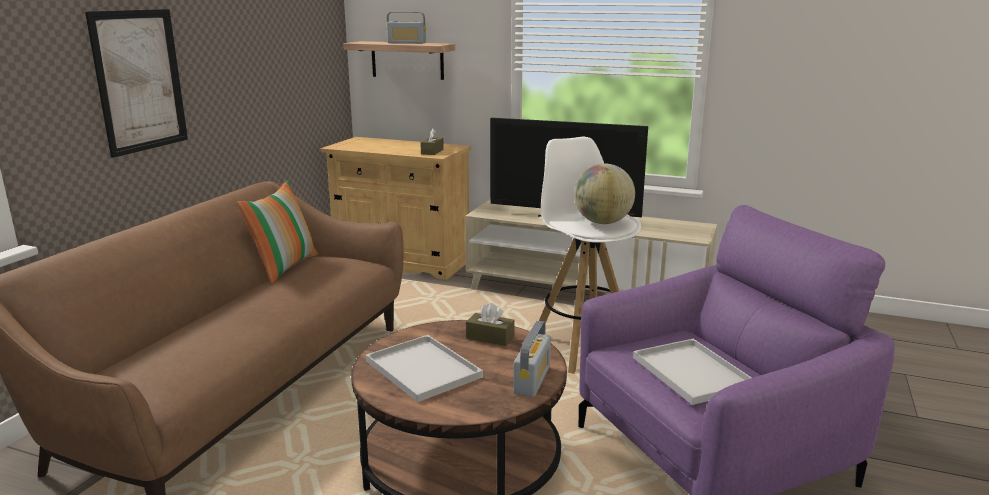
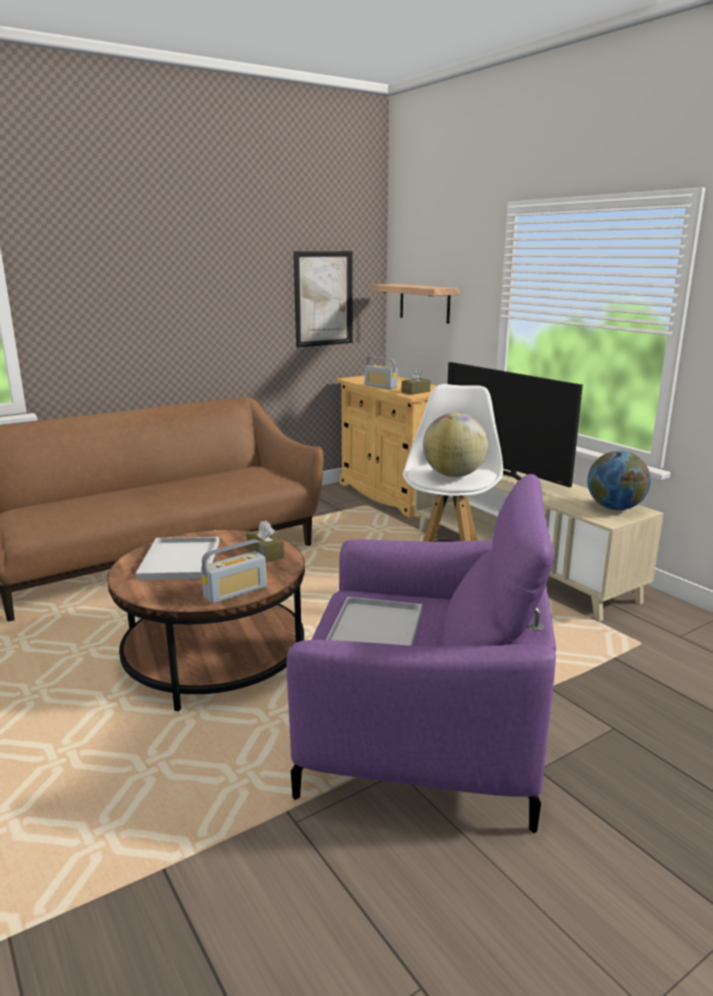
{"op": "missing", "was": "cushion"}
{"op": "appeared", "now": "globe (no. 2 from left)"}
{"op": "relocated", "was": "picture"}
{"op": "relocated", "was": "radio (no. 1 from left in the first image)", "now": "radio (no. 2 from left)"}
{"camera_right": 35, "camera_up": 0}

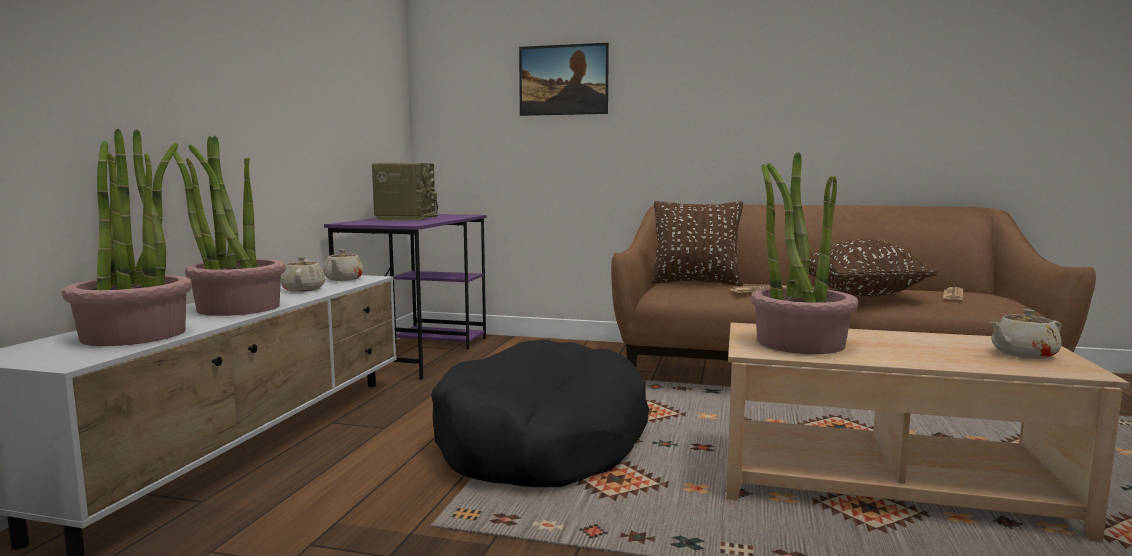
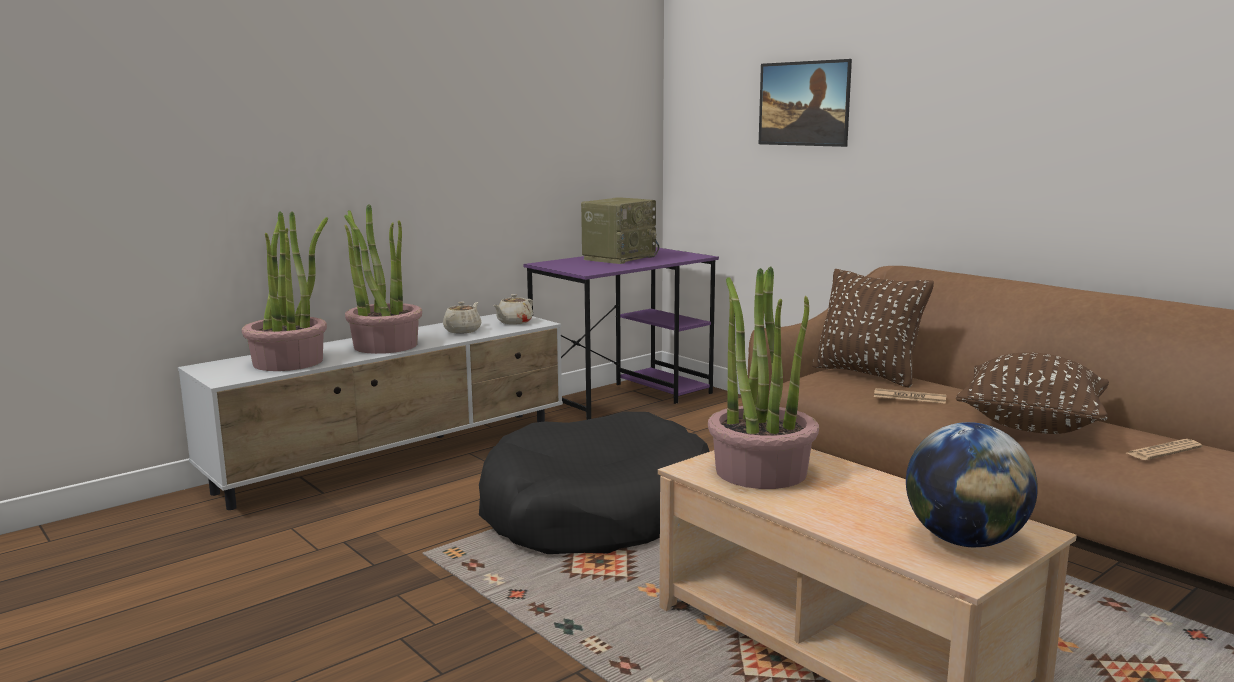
{"op": "exchanged", "was": "teapot/sand-coloured (no. 3 from left)", "now": "globe"}
{"camera_right": 35, "camera_up": 5}

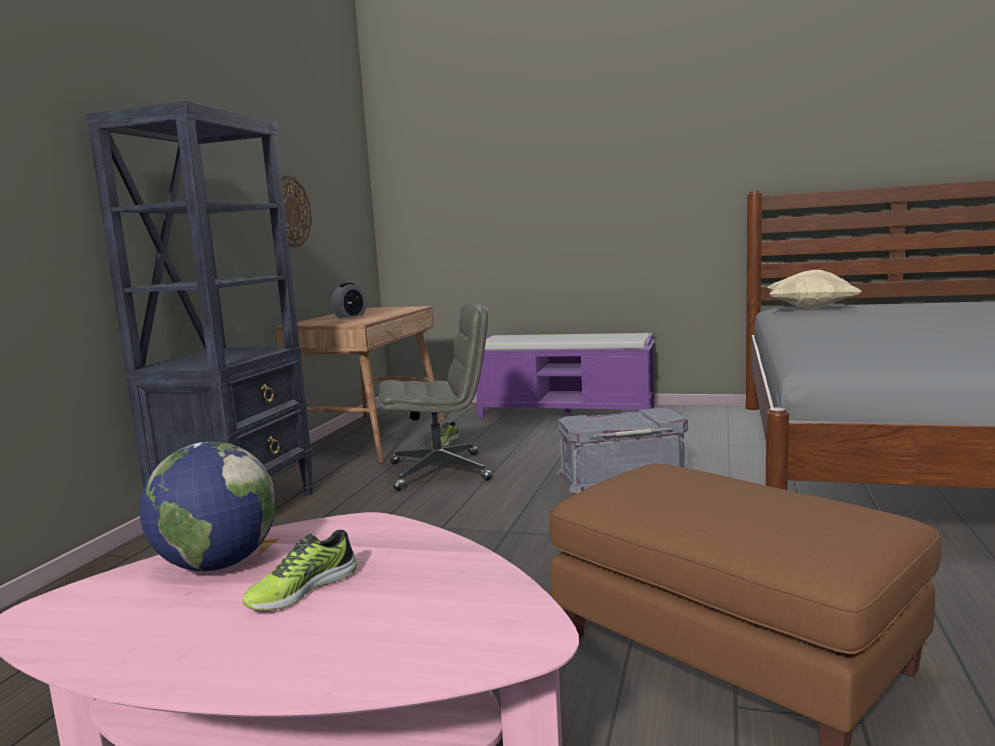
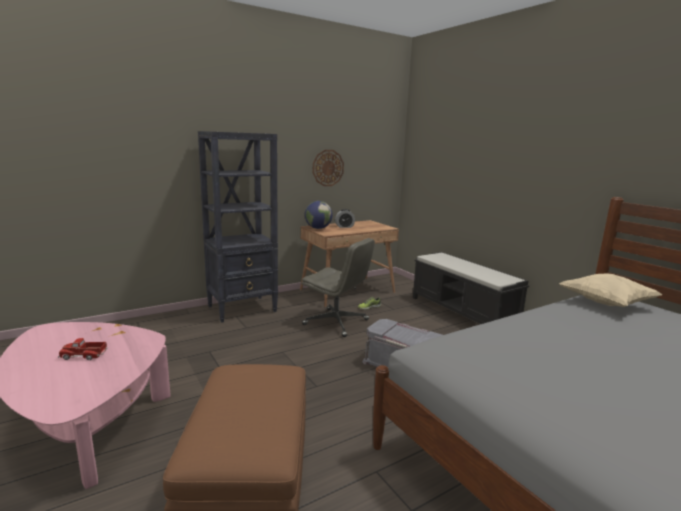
{"op": "relocated", "was": "globe"}
{"op": "exchanged", "was": "item of footwear (no. 1 from left)", "now": "model truck"}
{"op": "colour", "was": "bench/purple-coloured", "now": "bench/black"}
{"camera_right": 40, "camera_up": 5}

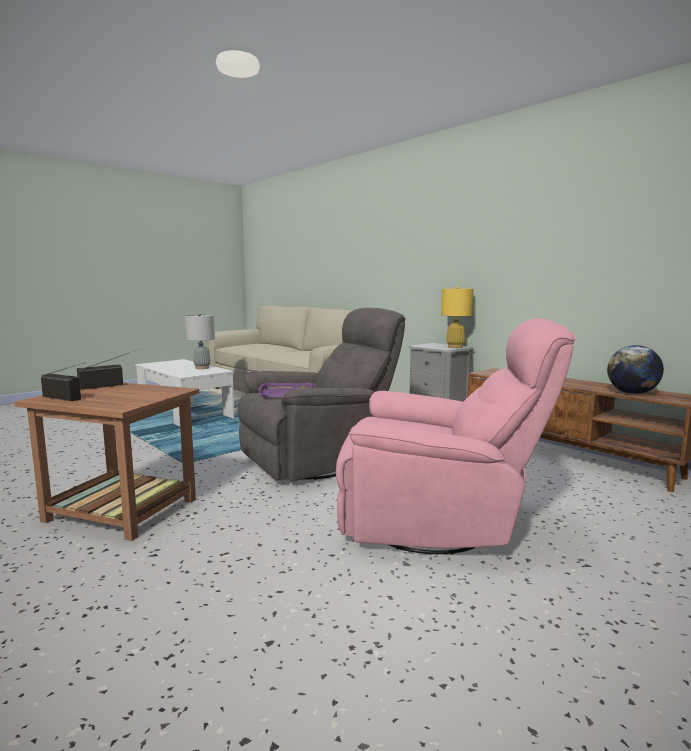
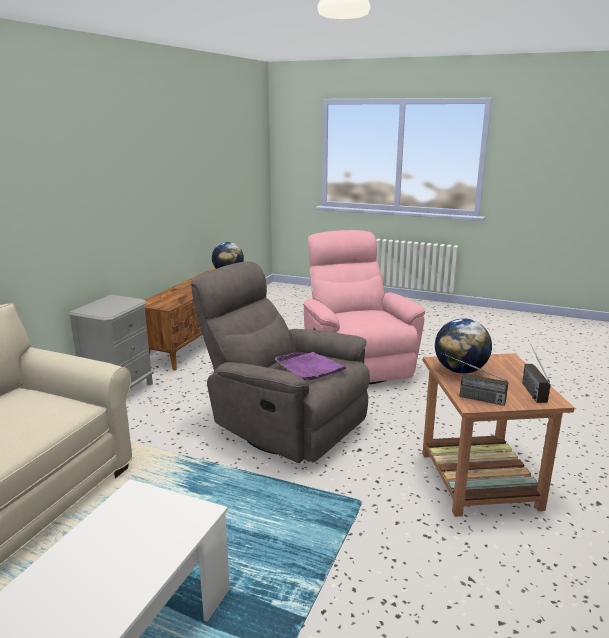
{"op": "missing", "was": "tabletop lamp/grey"}
{"op": "missing", "was": "tabletop lamp/yellow-coloured"}
{"op": "appeared", "now": "globe (no. 2 from left)"}
{"camera_right": -115, "camera_up": 10}

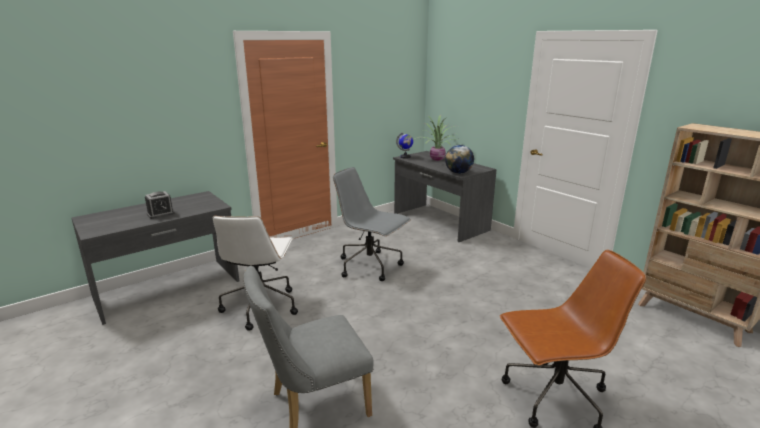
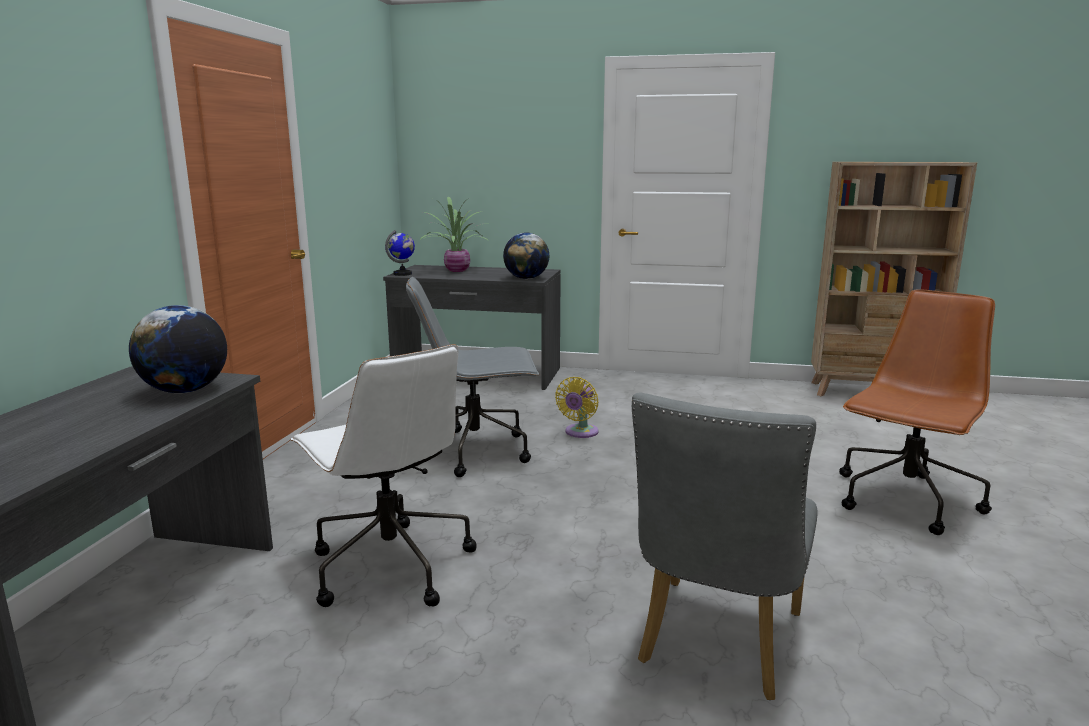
{"op": "missing", "was": "table clock"}
{"op": "appeared", "now": "globe (no. 1 from left)"}
{"op": "appeared", "now": "cooling fan/yellow-coloured"}
{"camera_right": -40, "camera_up": -5}

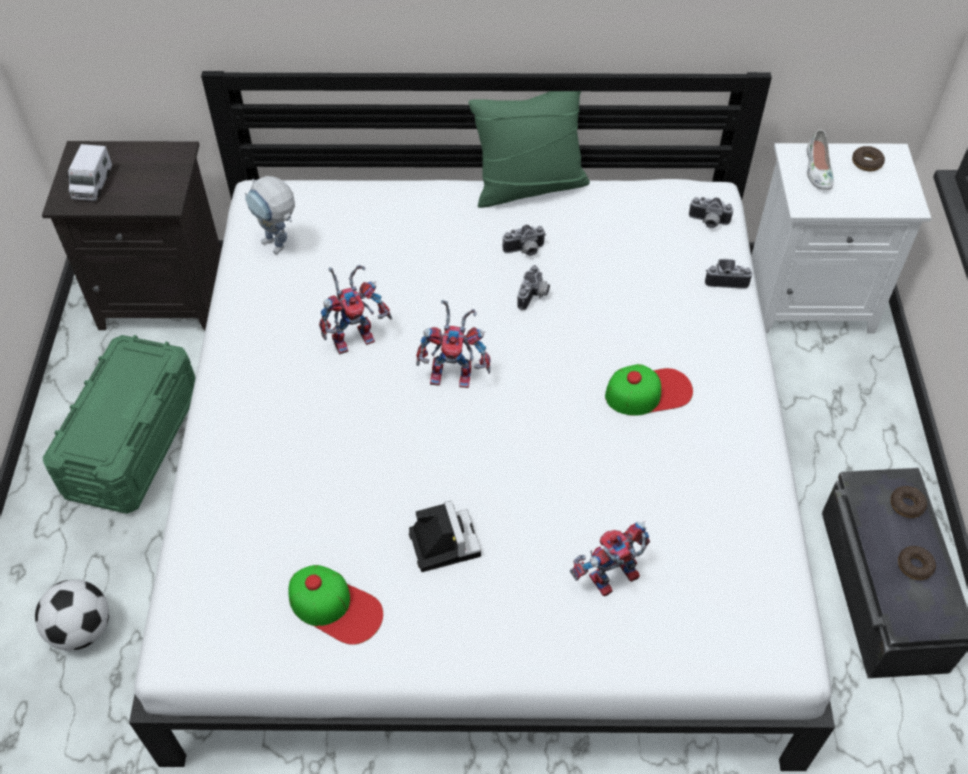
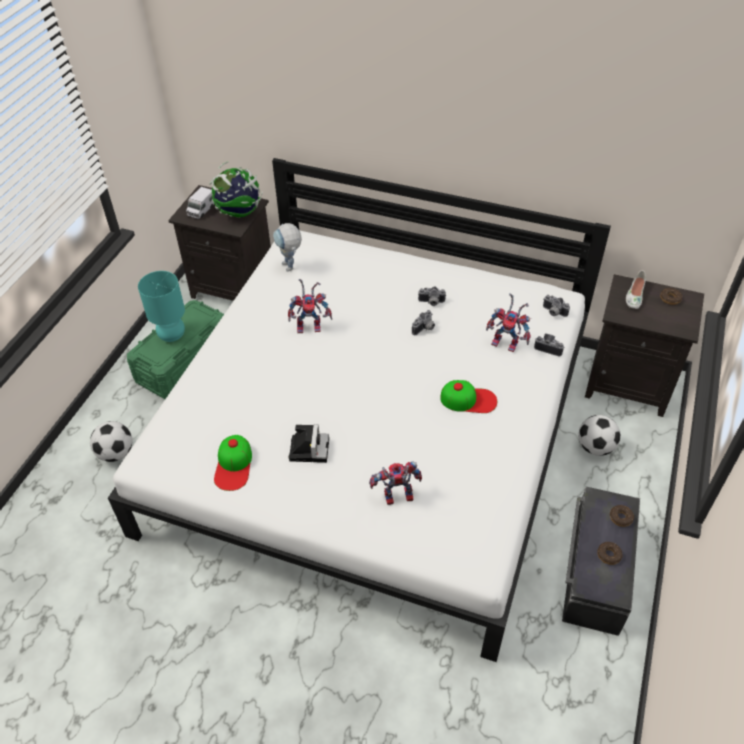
{"op": "missing", "was": "cushion/greenish"}
{"op": "appeared", "now": "tabletop lamp/blue-green"}
{"op": "appeared", "now": "globe"}
{"op": "appeared", "now": "football (no. 2 from left)"}
{"op": "relocated", "was": "model robot (no. 3 from left in the first image)", "now": "model robot (no. 4 from left)"}
{"op": "colour", "was": "night table/white-coloured", "now": "night table/black (no. 2 from left)"}
{"op": "spun", "was": "cap (no. 1 from left)", "clockwise": 45}
{"camera_right": 20, "camera_up": -5}

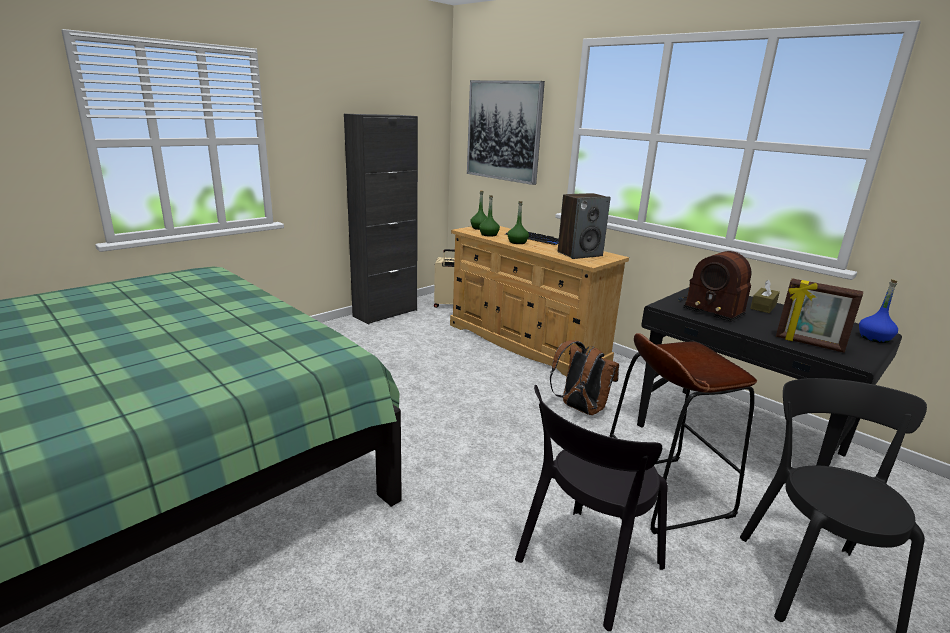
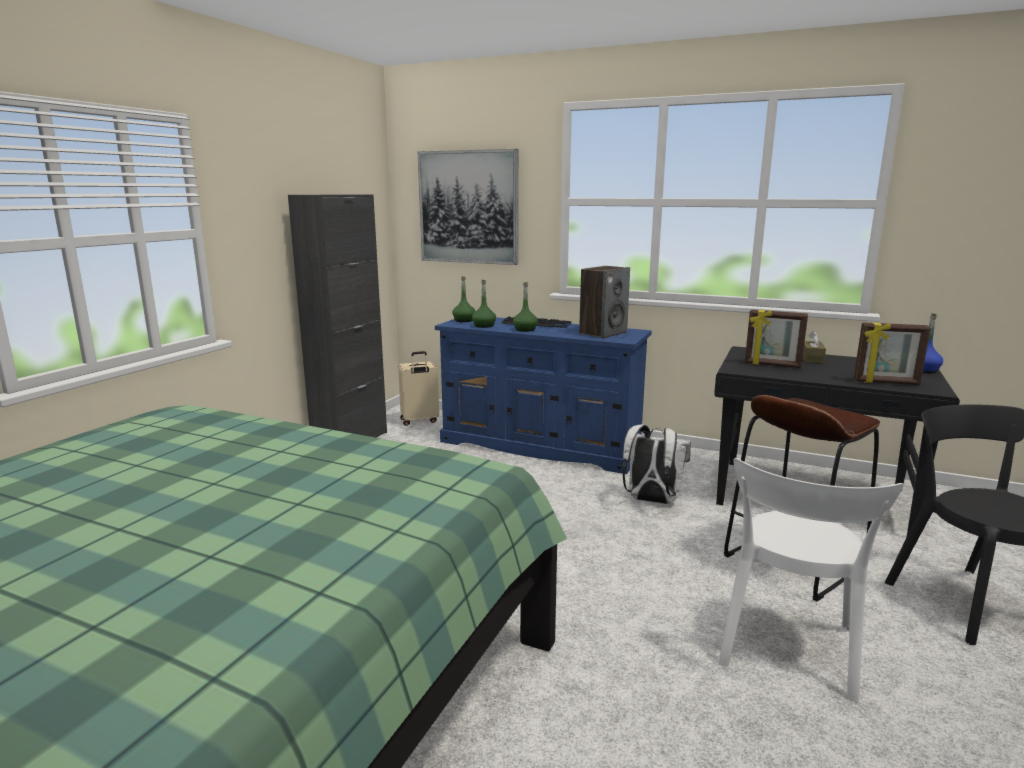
{"op": "exchanged", "was": "radio", "now": "standing frame (no. 1 from left)"}
{"op": "colour", "was": "drawer chest/sand-coloured", "now": "drawer chest/blue-coloured"}
{"op": "colour", "was": "upright chair/black (no. 1 from left)", "now": "upright chair/white-coloured"}
{"op": "colour", "was": "knapsack/brown-coloured", "now": "knapsack/white-coloured"}
{"camera_right": -20, "camera_up": -5}

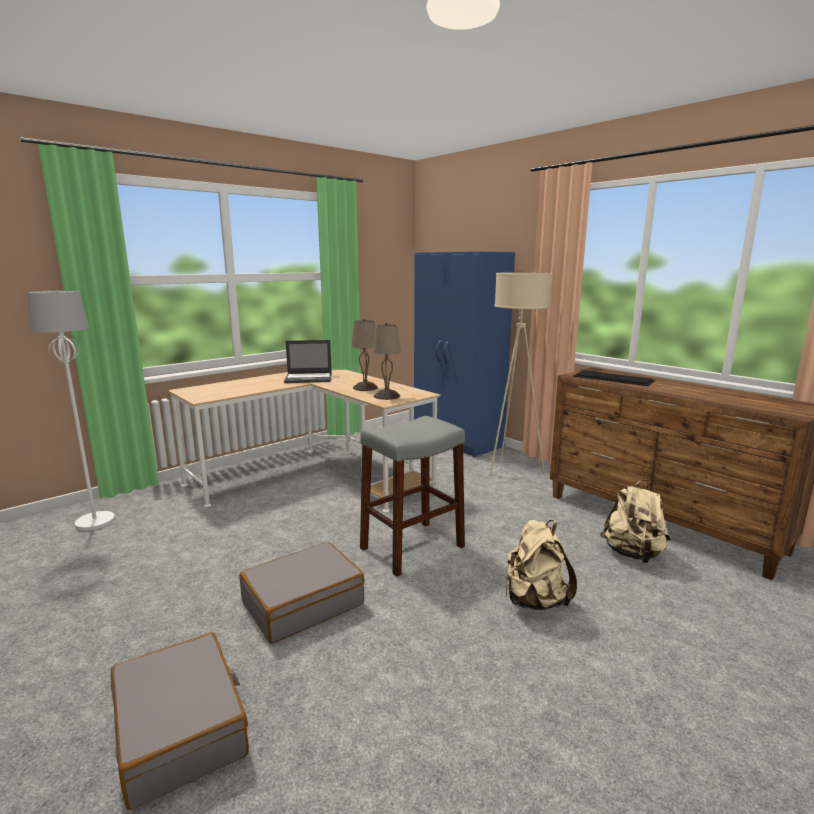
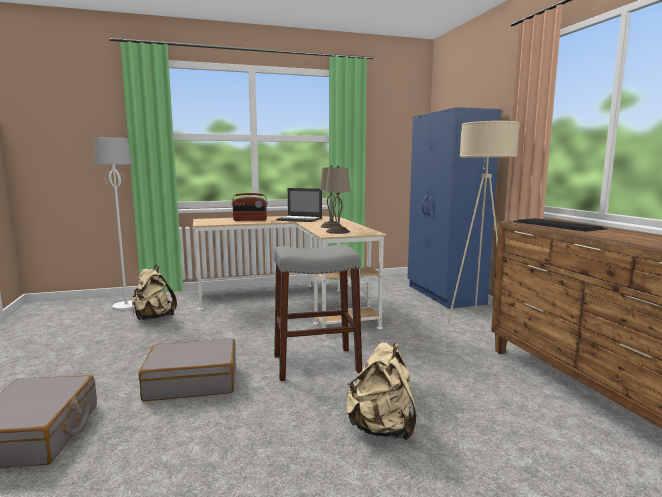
{"op": "appeared", "now": "radio"}
{"op": "relocated", "was": "knapsack/sand-coloured (no. 2 from left in the first image)", "now": "knapsack/sand-coloured (no. 1 from left)"}
{"camera_right": 25, "camera_up": -5}

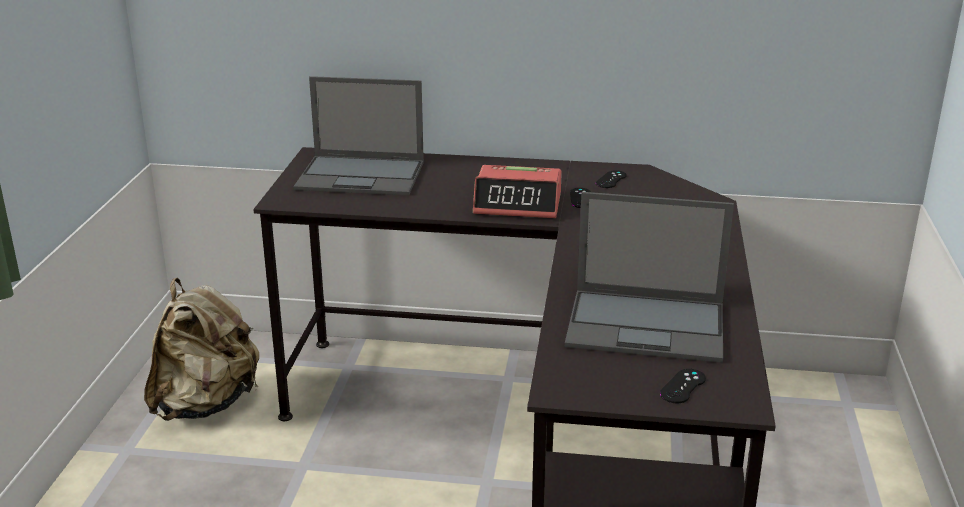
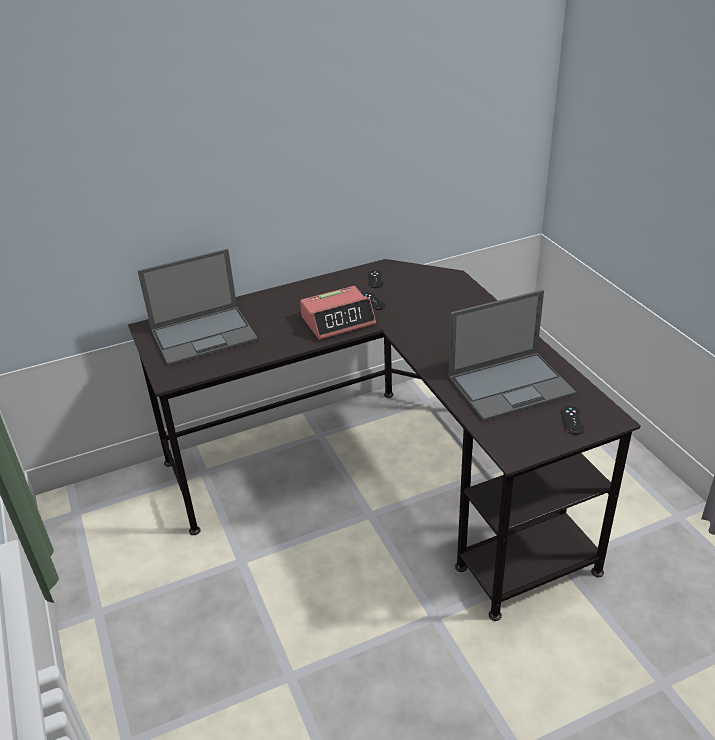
{"op": "missing", "was": "knapsack/sand-coloured"}
{"camera_right": -30, "camera_up": 10}

